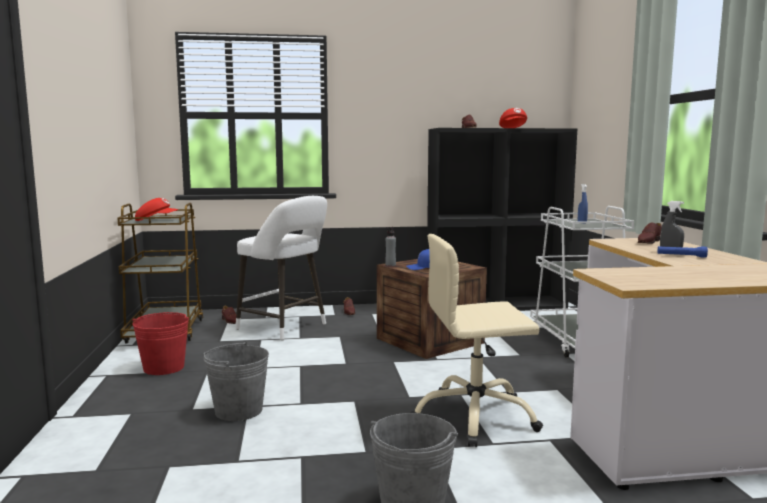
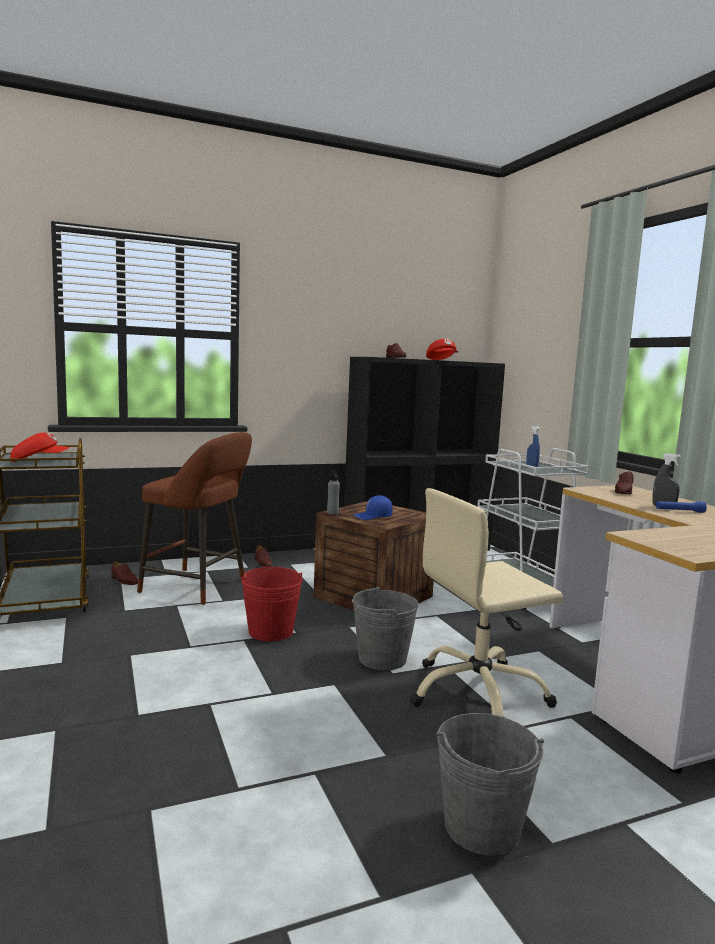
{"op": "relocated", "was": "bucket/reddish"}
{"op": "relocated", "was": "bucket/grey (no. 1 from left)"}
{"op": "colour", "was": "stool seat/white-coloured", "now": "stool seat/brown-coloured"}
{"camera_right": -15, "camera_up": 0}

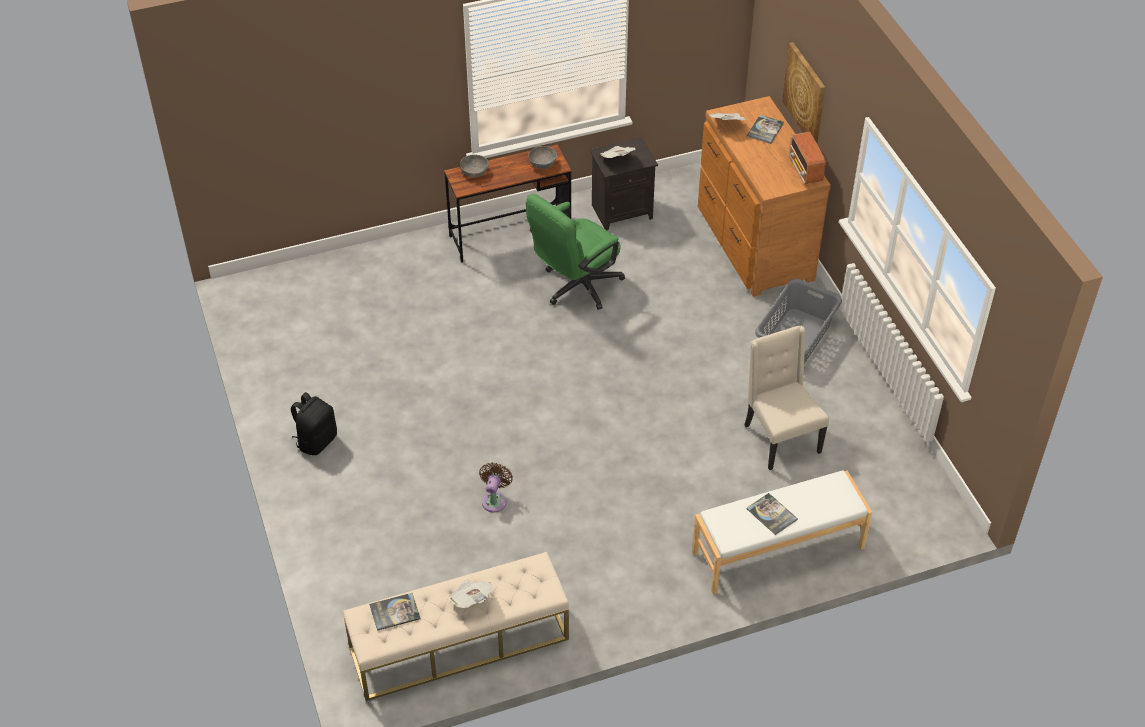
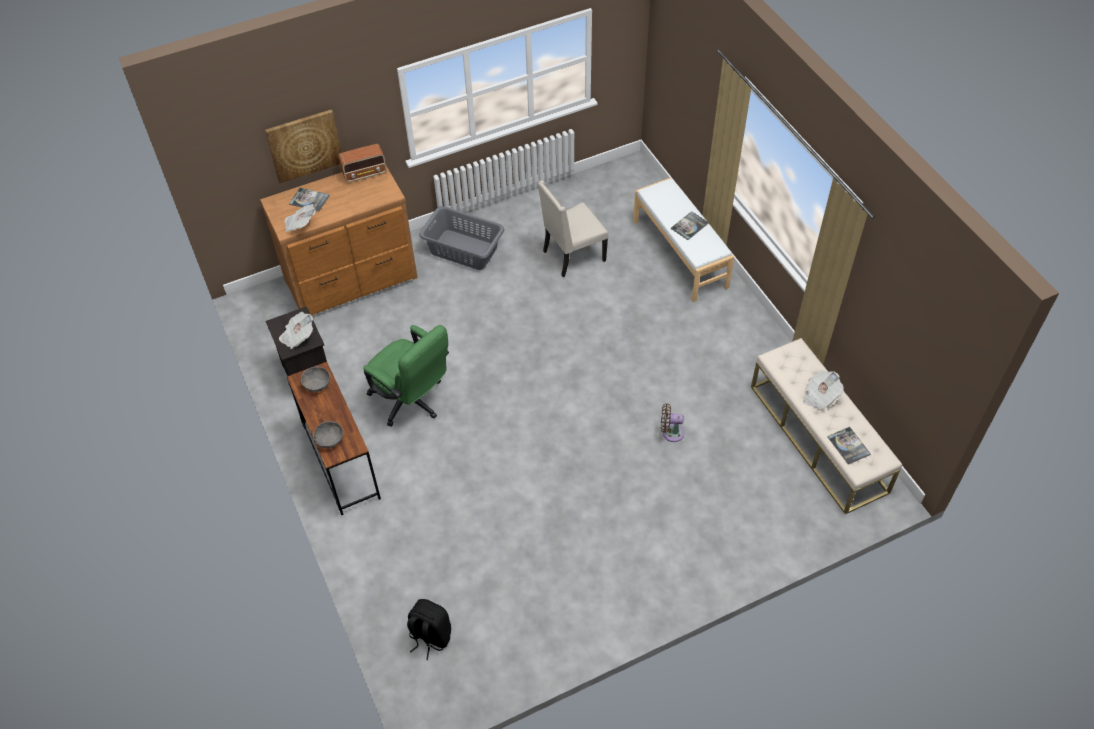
{"op": "relocated", "was": "knapsack/black"}
{"camera_right": -95, "camera_up": 5}

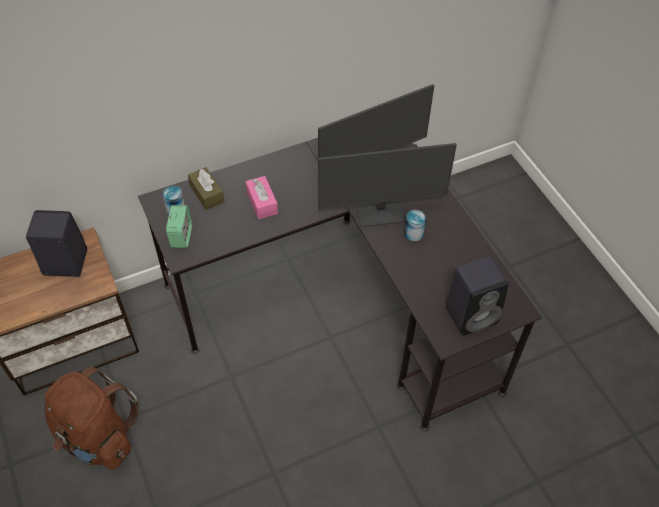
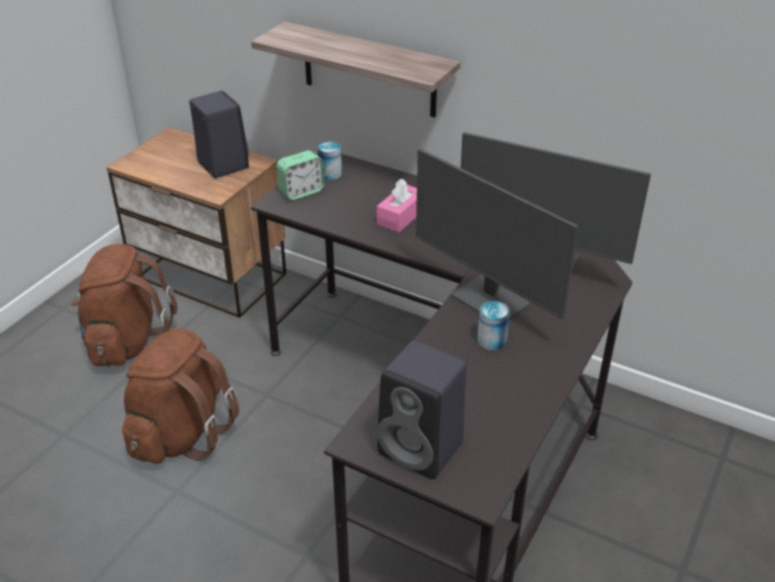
{"op": "missing", "was": "tissue box/brown-coloured"}
{"op": "appeared", "now": "knapsack/brown-coloured (no. 2 from left)"}
{"op": "appeared", "now": "bracket shelf"}
{"camera_right": 55, "camera_up": -15}

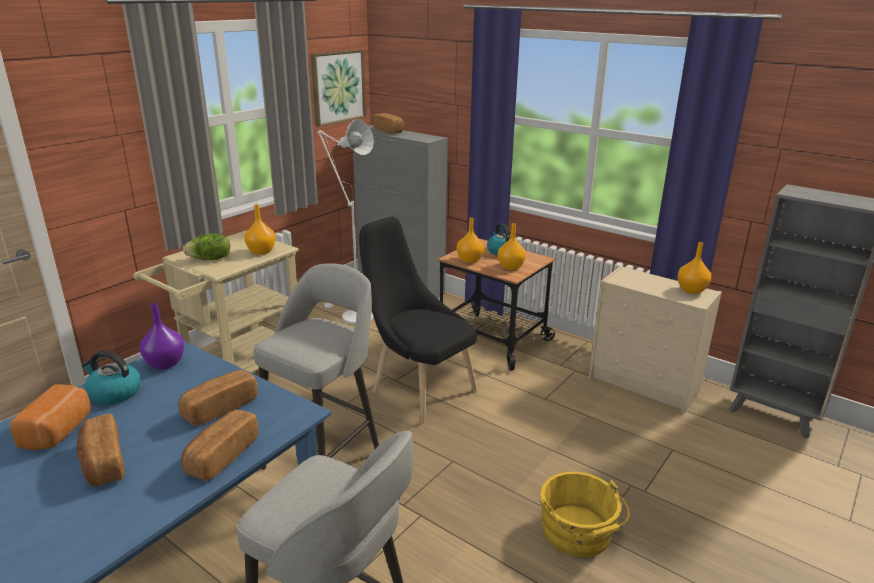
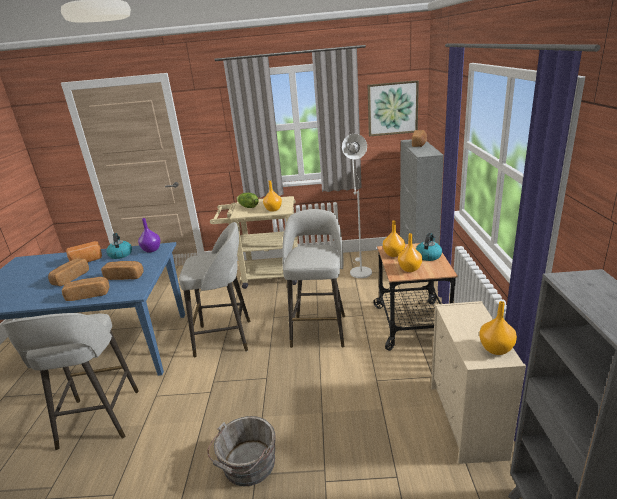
{"op": "exchanged", "was": "upright chair/black", "now": "stool seat/grey (no. 3 from left)"}
{"op": "colour", "was": "bucket/yellow-coloured", "now": "bucket/grey"}
{"camera_right": 55, "camera_up": 0}

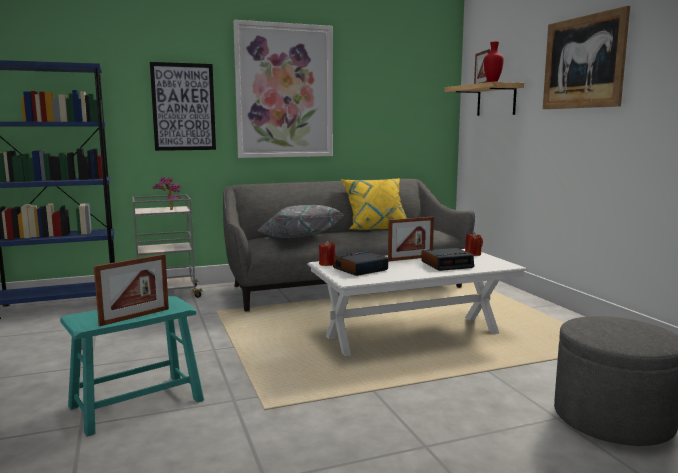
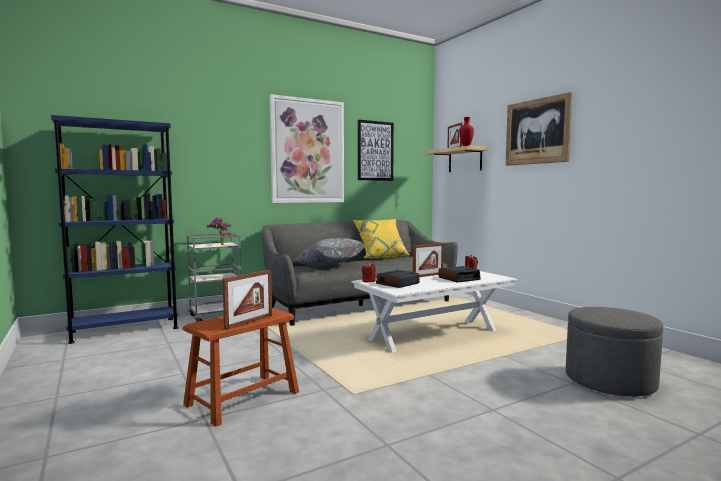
{"op": "relocated", "was": "picture (no. 1 from left in the first image)", "now": "picture (no. 2 from left)"}
{"op": "colour", "was": "stool seat/blue-green", "now": "stool seat/brown-coloured"}
{"camera_right": -10, "camera_up": -5}

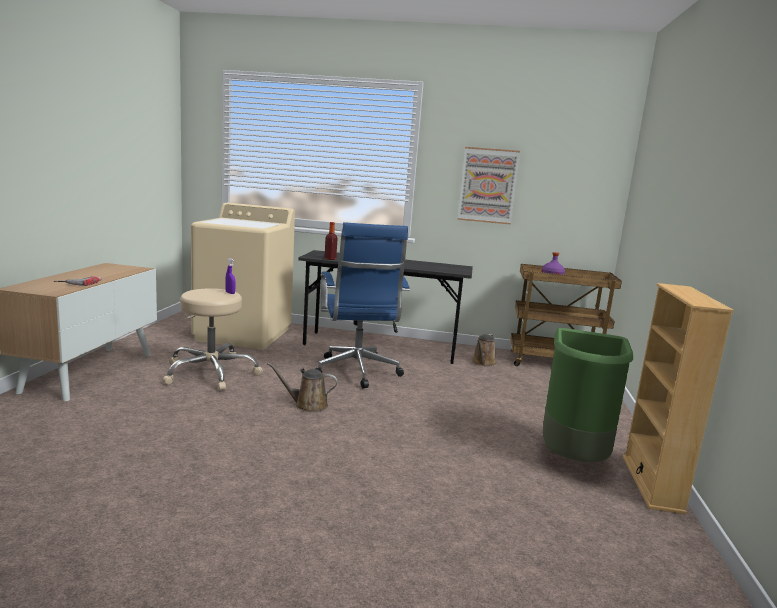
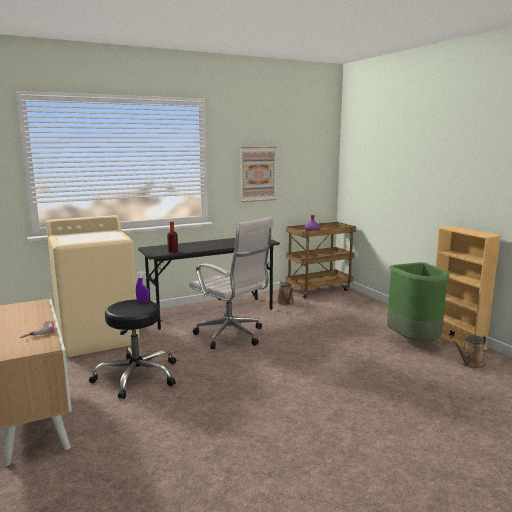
{"op": "relocated", "was": "sprinkling can/brown-coloured (no. 1 from left in the first image)", "now": "sprinkling can/brown-coloured (no. 2 from left)"}
{"op": "colour", "was": "stool seat/sand-coloured", "now": "stool seat/black"}
{"op": "colour", "was": "computer chair/blue-coloured", "now": "computer chair/white-coloured"}
{"camera_right": -35, "camera_up": 0}

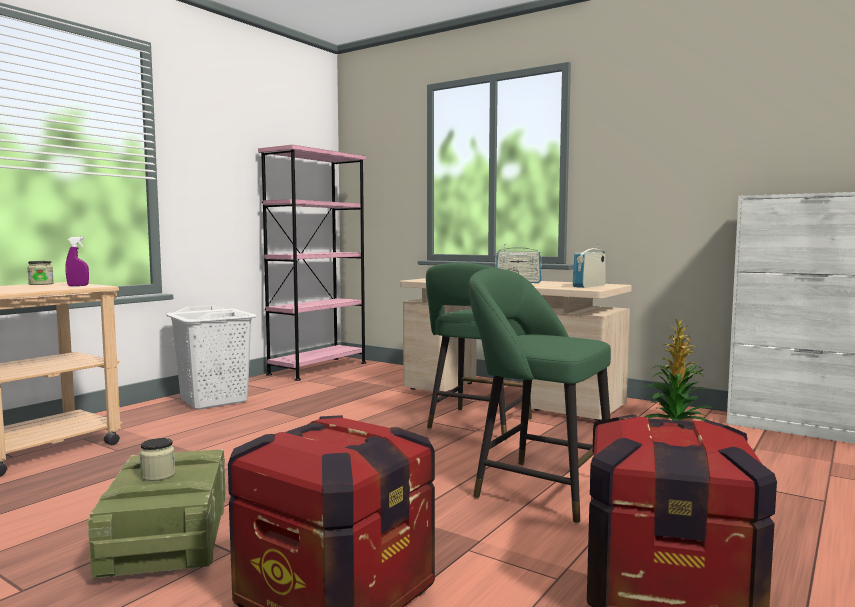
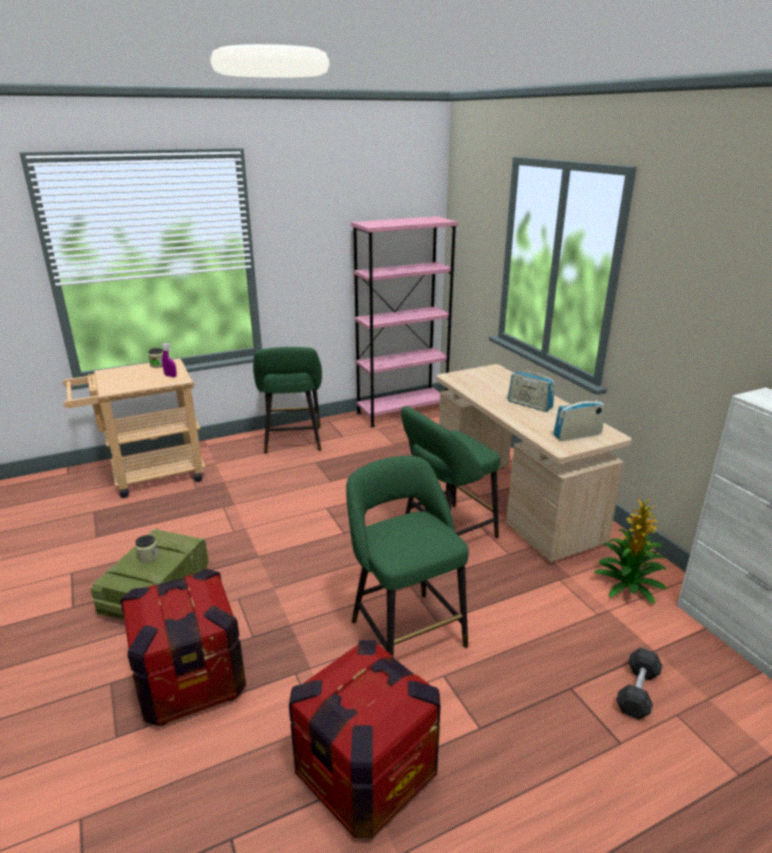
{"op": "appeared", "now": "dumbbell/grey"}
{"op": "exchanged", "was": "hamper/white-coloured", "now": "stool seat/greenish (no. 1 from left)"}
{"camera_right": 30, "camera_up": 20}

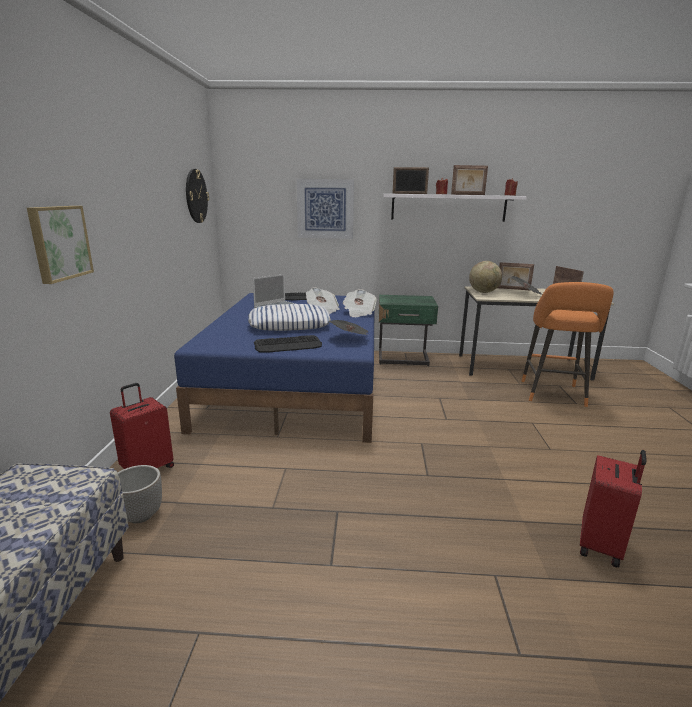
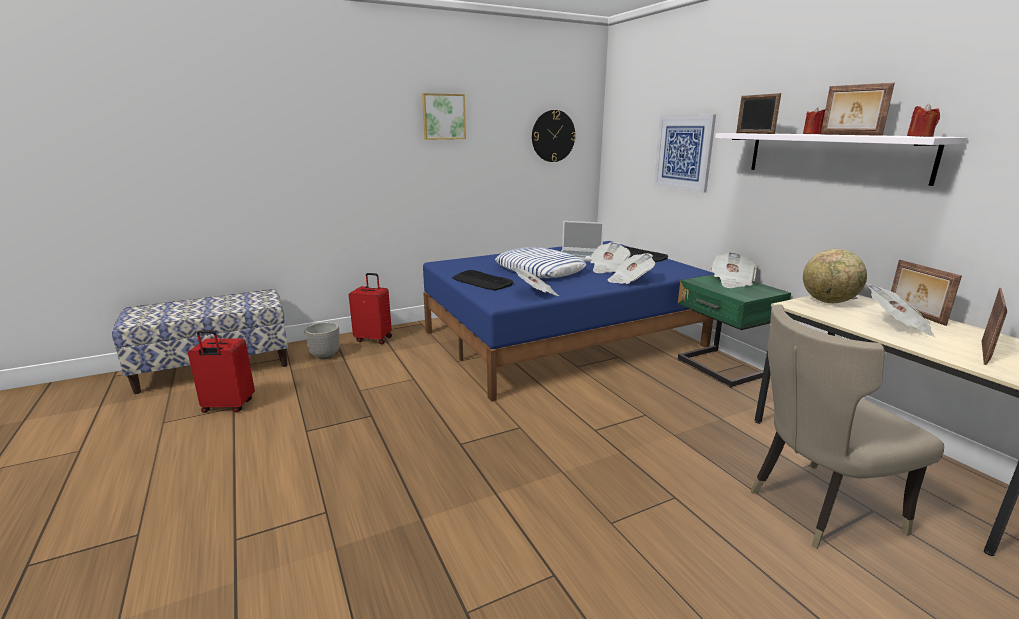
{"op": "appeared", "now": "daily paper (no. 4 from left)"}
{"op": "relocated", "was": "picture (no. 1 from left)"}
{"op": "relocated", "was": "piece of luggage/reddish (no. 2 from left in the first image)", "now": "piece of luggage/reddish (no. 1 from left)"}
{"op": "exchanged", "was": "stool seat/orange-coloured", "now": "upright chair/sand-coloured"}
{"camera_right": 60, "camera_up": 0}

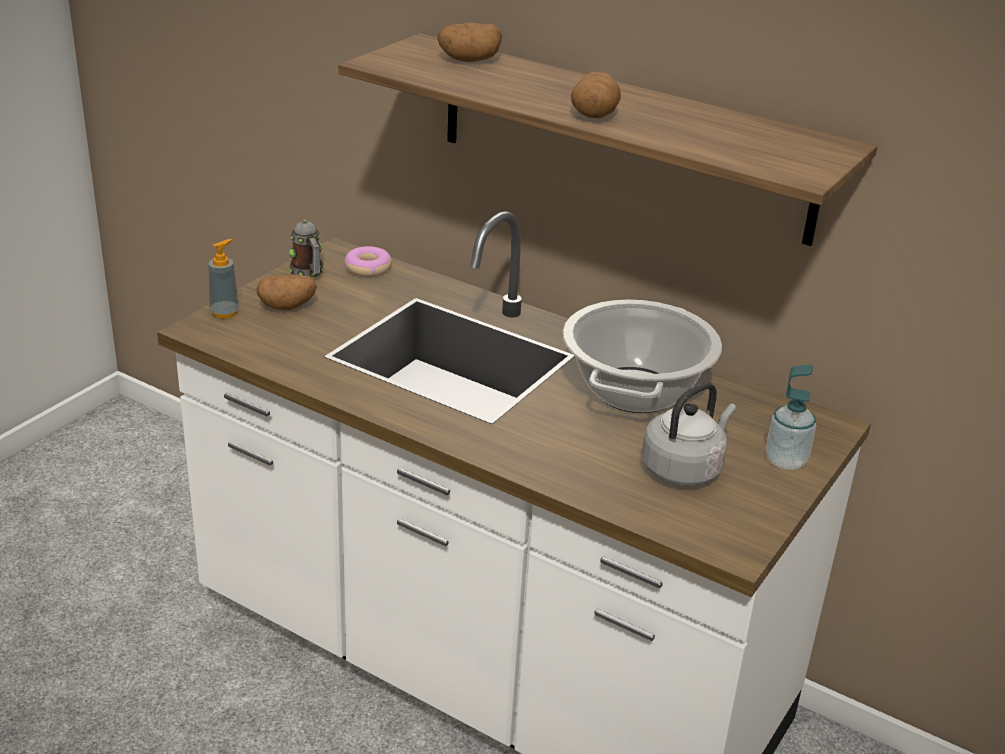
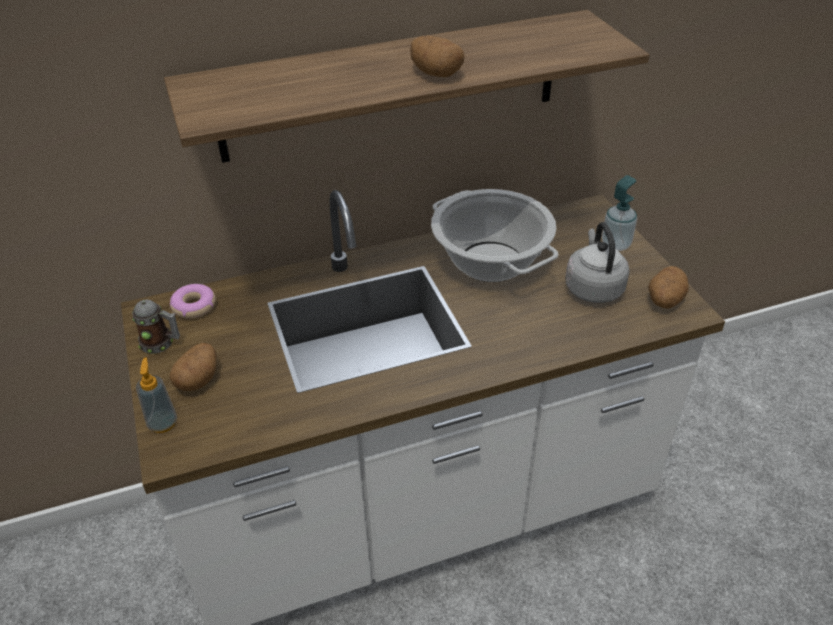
{"op": "relocated", "was": "potato (no. 2 from left in the first image)", "now": "potato (no. 3 from left)"}
{"camera_right": -50, "camera_up": 10}

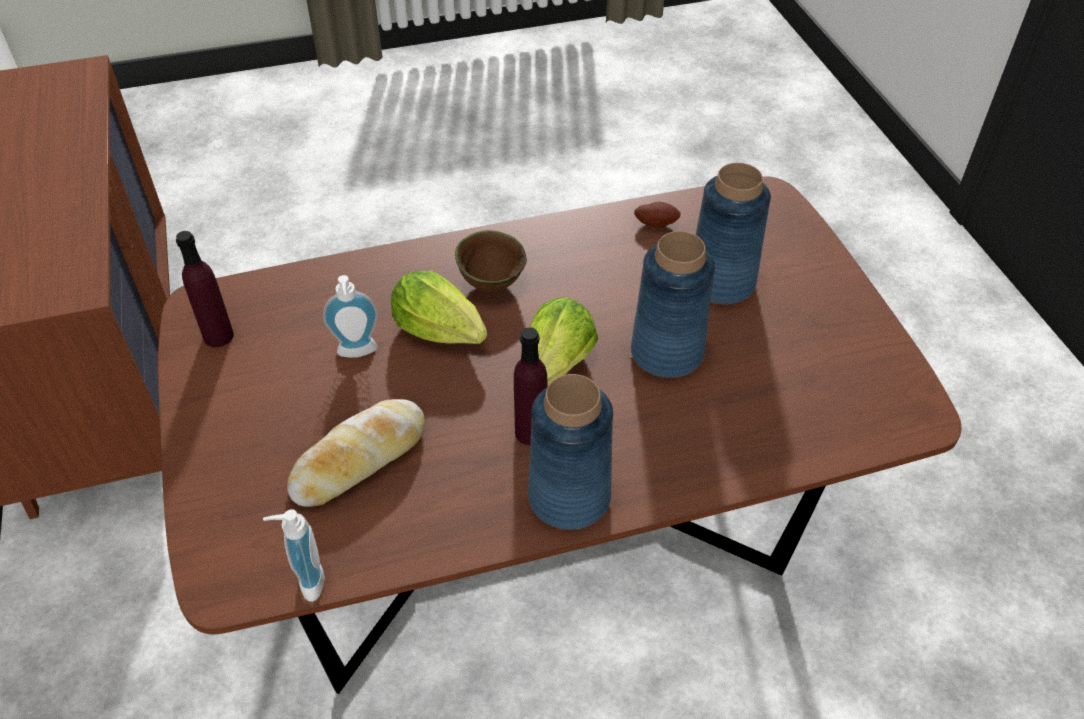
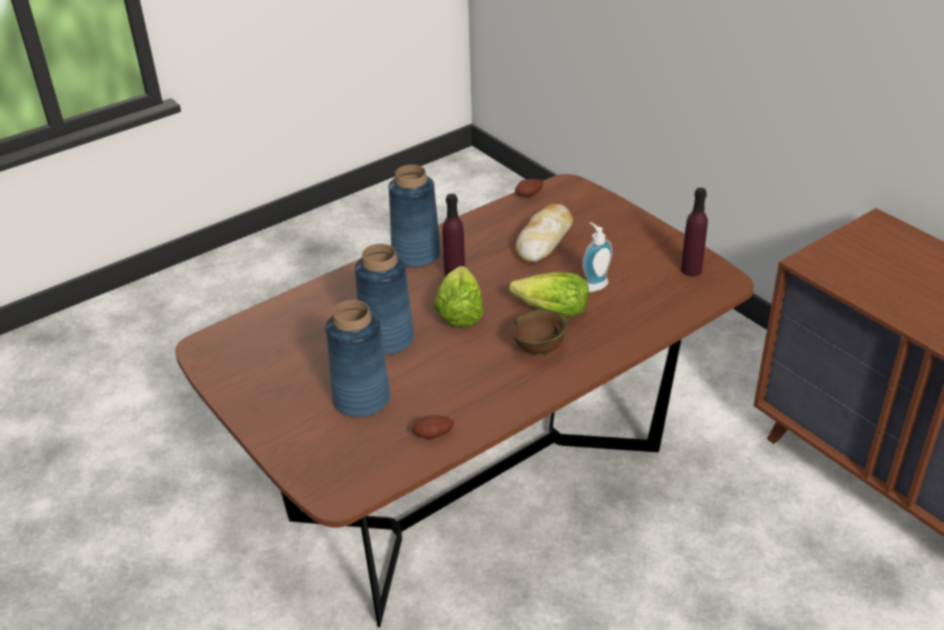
{"op": "exchanged", "was": "soap dispenser (no. 1 from left)", "now": "potato (no. 2 from left)"}
{"camera_right": 160, "camera_up": -10}

